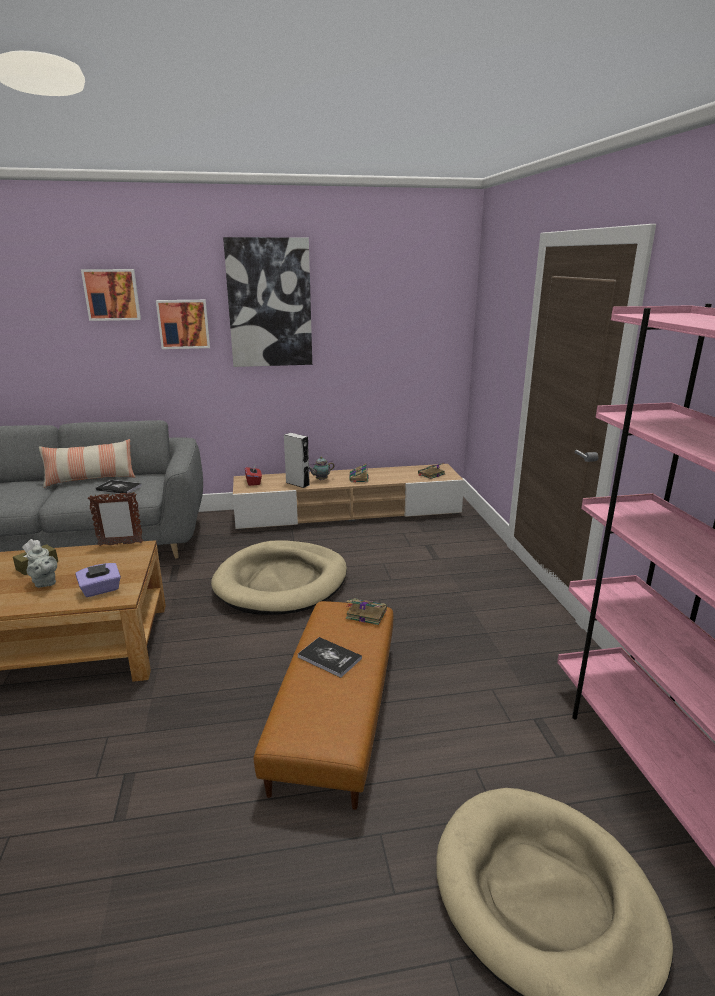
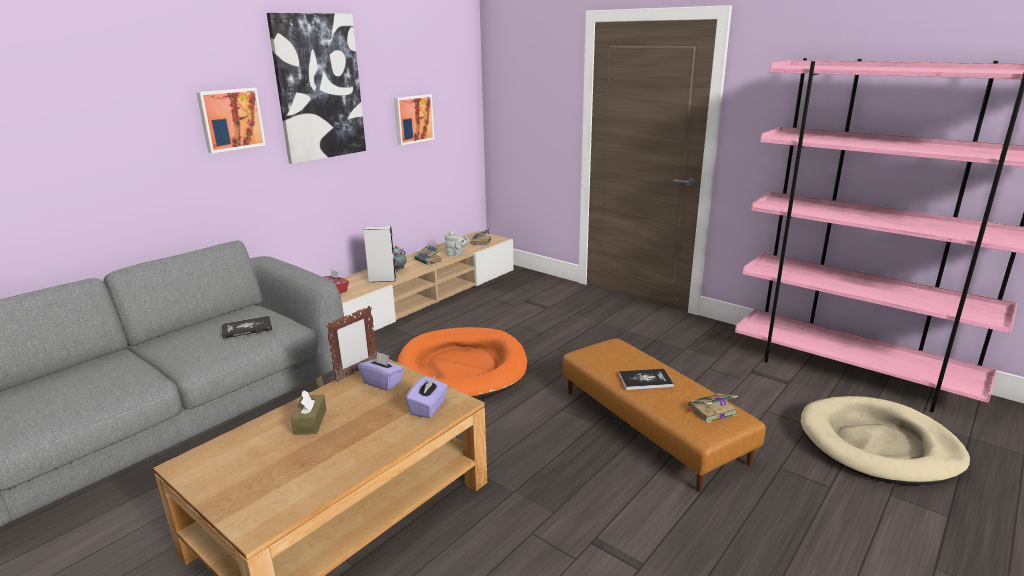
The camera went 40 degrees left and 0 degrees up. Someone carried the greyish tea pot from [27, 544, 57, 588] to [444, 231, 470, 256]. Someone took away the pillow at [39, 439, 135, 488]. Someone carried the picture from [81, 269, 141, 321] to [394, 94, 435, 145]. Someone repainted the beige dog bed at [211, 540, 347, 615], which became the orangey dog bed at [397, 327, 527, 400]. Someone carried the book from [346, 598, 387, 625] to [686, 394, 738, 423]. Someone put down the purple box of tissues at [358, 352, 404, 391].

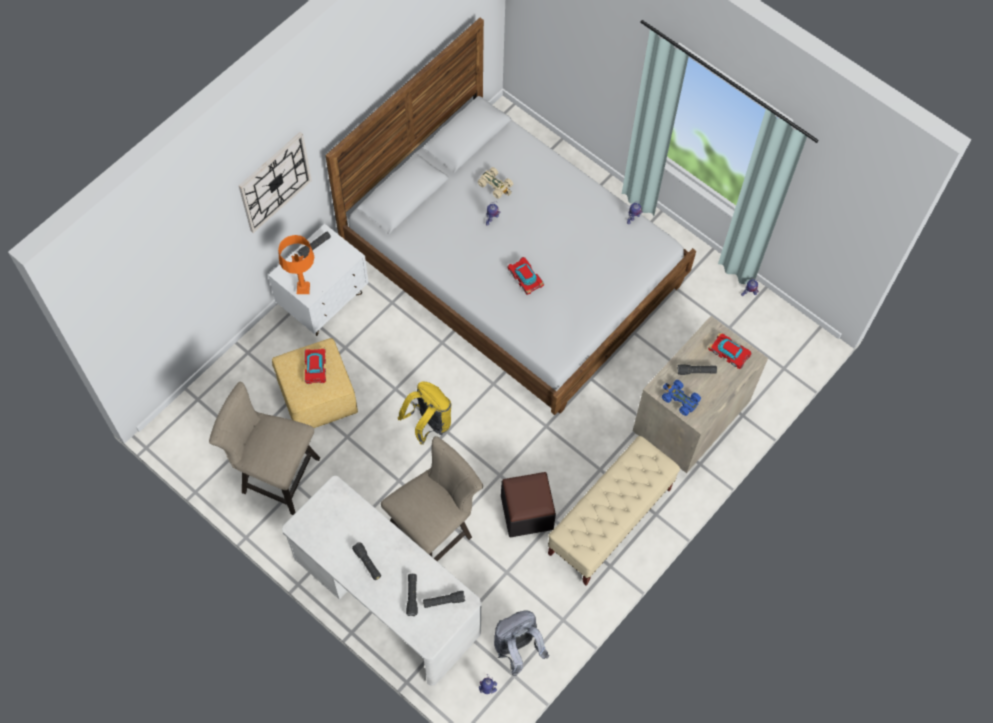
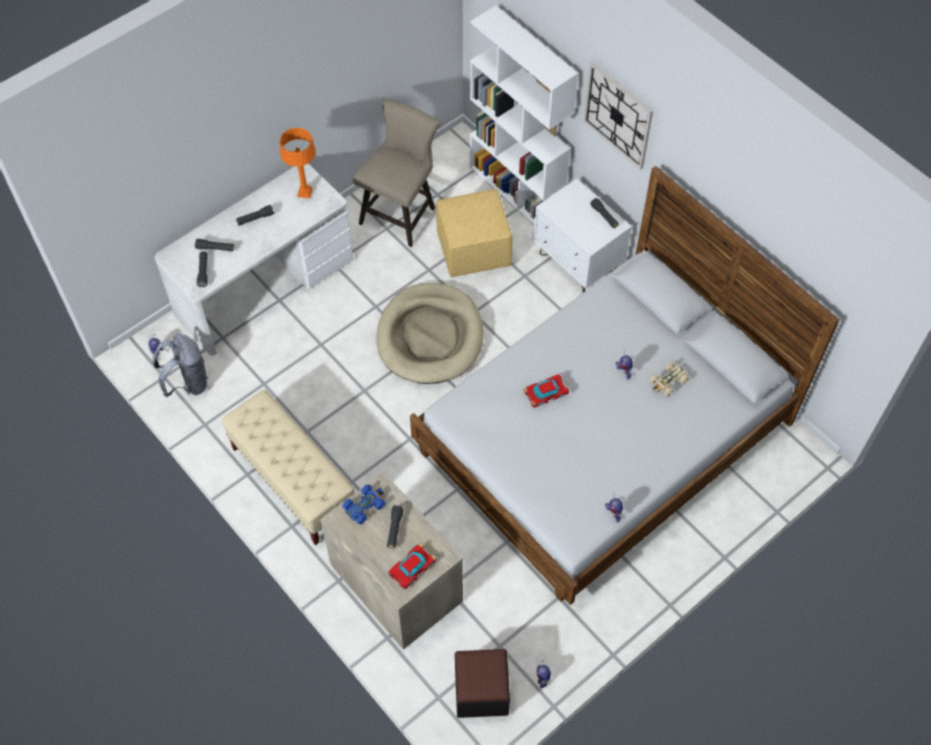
The camera went 100 degrees right and 5 degrees down. Someone carried the orangey table lamp from [278, 235, 314, 294] to [280, 128, 316, 199]. Someone took away the miniature car at [304, 347, 326, 384]. Someone took away the beige sitting stool at [381, 436, 483, 561]. Someone swapped the yellowish rucksack at [398, 382, 451, 445] for the beige dog bed at [376, 283, 484, 384]. Someone carried the black-coloured pouffe from [501, 472, 556, 537] to [455, 649, 510, 718]. Someone put down the white-coloured bookshelf at [470, 6, 578, 225].

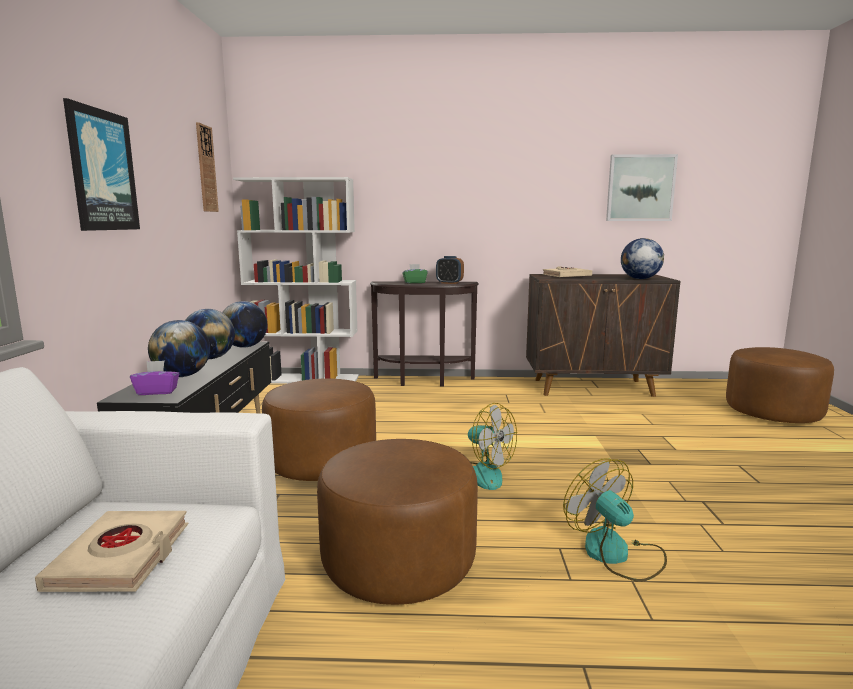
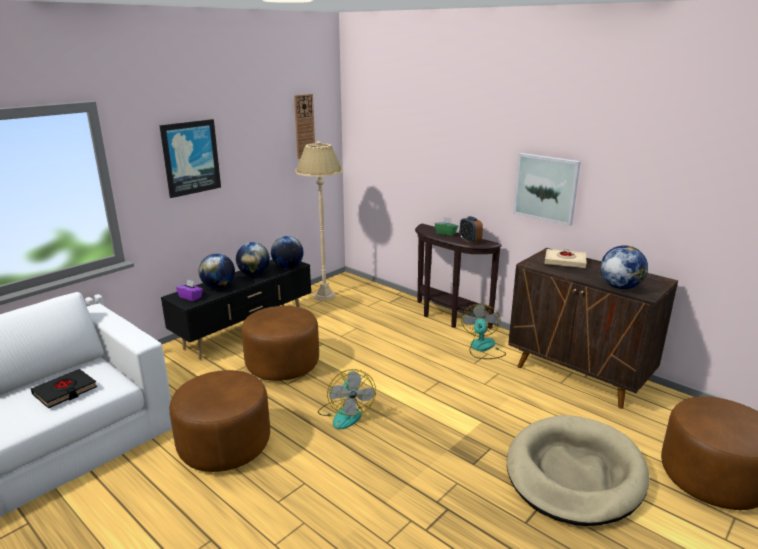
The camera went 40 degrees right and 10 degrees up. Someone repainted the beige book at [35, 511, 188, 592], which became the black-coloured book at [31, 369, 97, 409]. Someone took away the white-coloured bookshelf at [233, 177, 359, 384]. Someone carried the fan from [563, 459, 667, 582] to [461, 304, 506, 359]. Someone carried the picture from [606, 154, 678, 221] to [513, 153, 581, 226]. Someone put down the beige standard lamp at [295, 141, 343, 301]. Someone put down the beige dog bed at [507, 415, 650, 526].

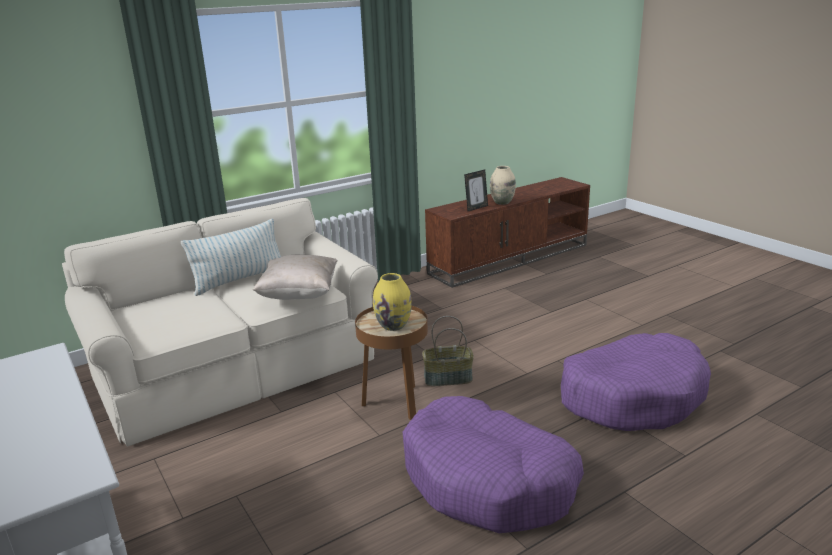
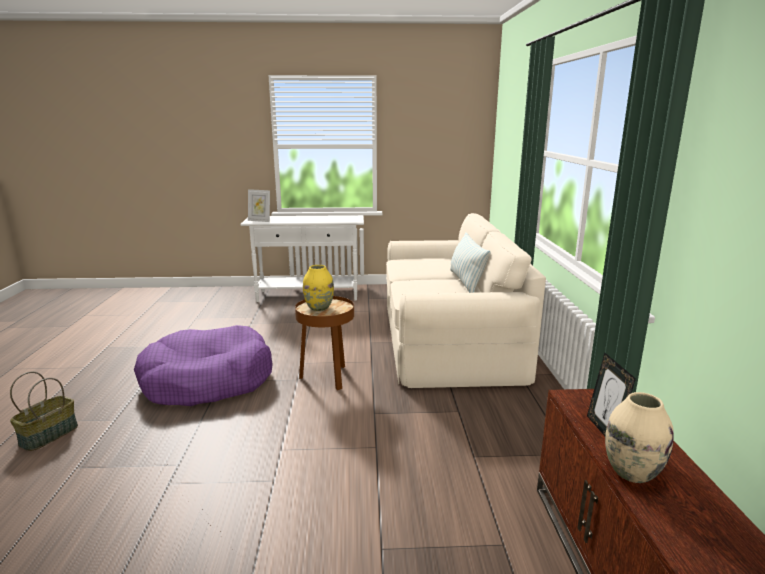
The camera went 120 degrees right and 5 degrees down. Someone took away the beige pillow at [252, 255, 338, 300]. Someone carried the basket from [422, 316, 474, 386] to [10, 372, 78, 451]. Someone took away the purple dog bed at [561, 333, 711, 431]. Someone put down the photo frame at [248, 189, 270, 222].

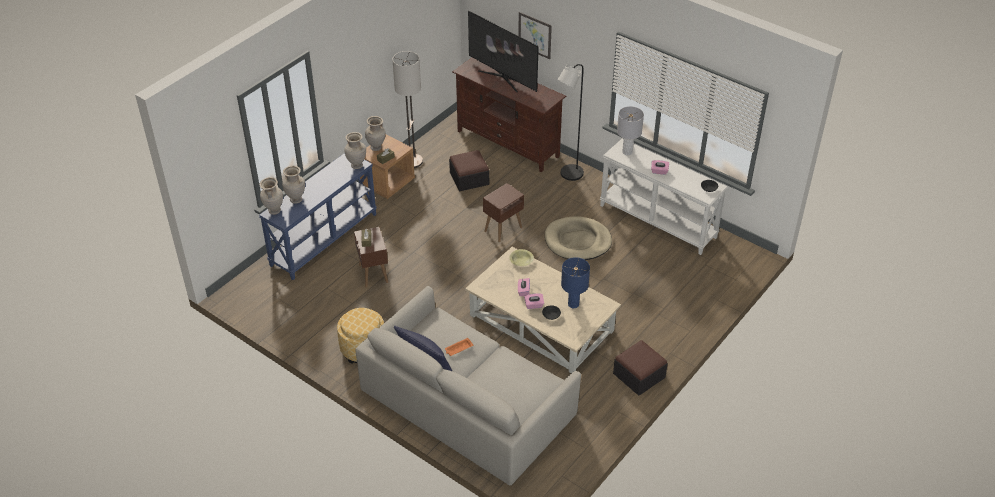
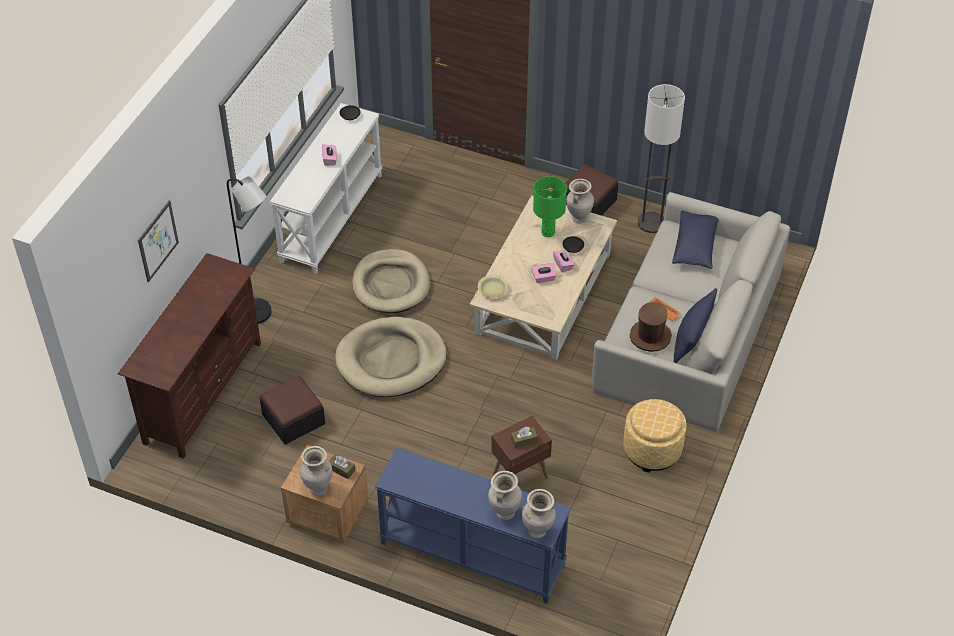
The camera went 105 degrees left and 5 degrees up. Someone carried the beige decorative vase from [344, 132, 366, 169] to [566, 179, 594, 224]. Someone carried the standard lamp from [392, 51, 423, 168] to [638, 84, 685, 233]. Someone took away the TV at [468, 11, 539, 92]. Someone swapped the brown-coloured side table at [483, 183, 524, 242] for the beige dog bed at [335, 317, 447, 397]. Someone repainted the blue table lamp at [561, 257, 590, 309], which became the green table lamp at [533, 176, 567, 237]. Someone took away the greyish table lamp at [617, 106, 644, 155]. Someone put down the brown-coloured wearable hat at [630, 302, 672, 352]. Someone put down the blue pillow at [672, 211, 719, 269].

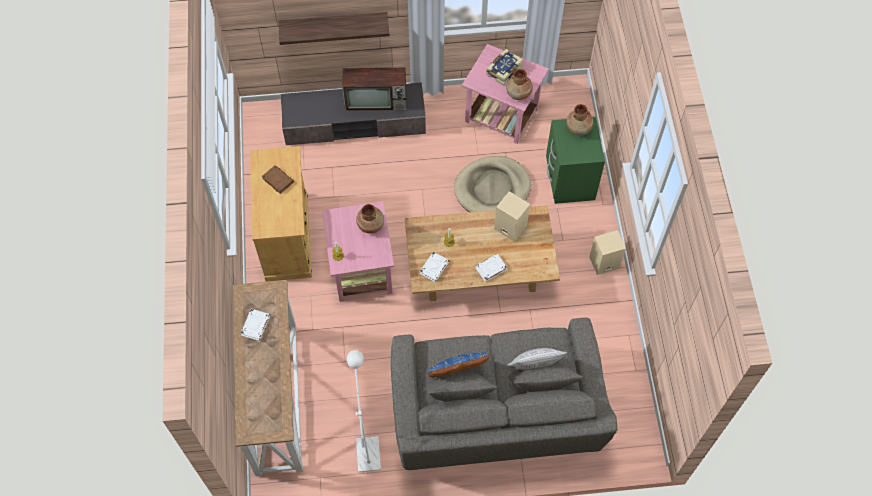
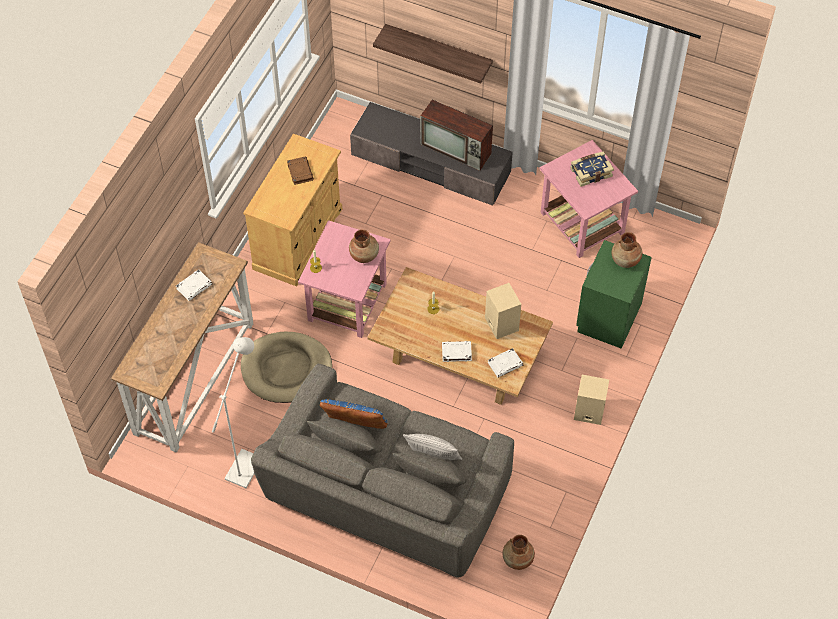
The camera went 30 degrees right and 5 degrees down. Someone carried the white-coloured book from [420, 252, 449, 282] to [488, 348, 523, 378]. Someone carried the beige dog bed from [454, 156, 531, 212] to [241, 332, 332, 403]. Someone carried the brown-coloured decorative vase from [506, 69, 533, 100] to [502, 535, 535, 570].

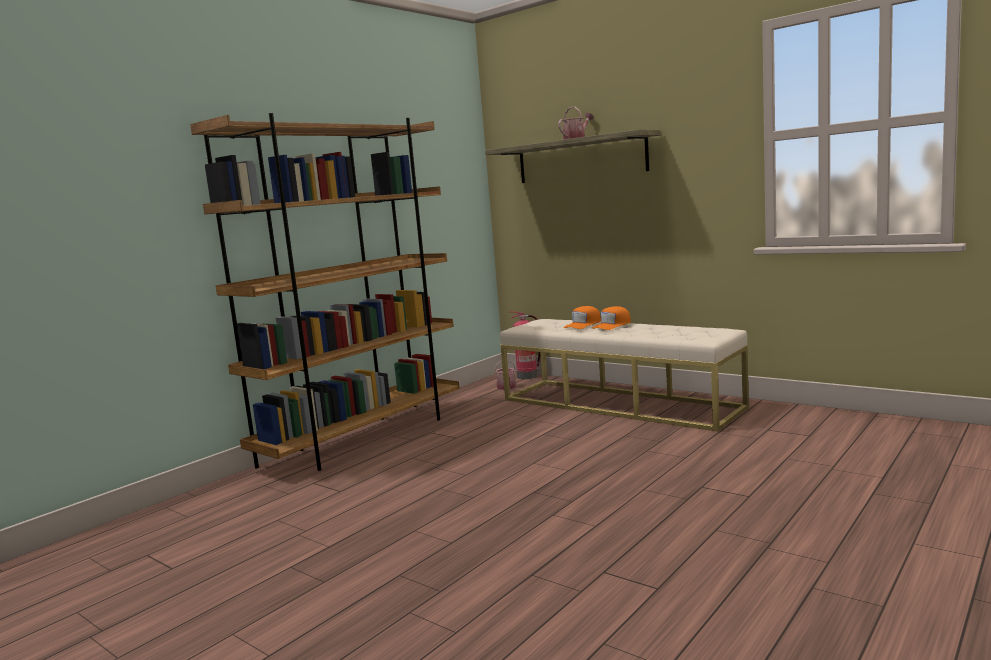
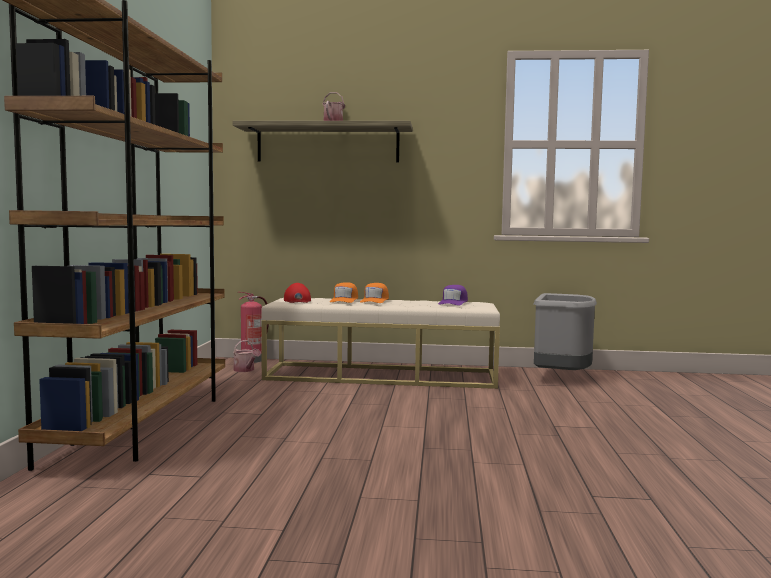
The camera went 35 degrees left and 5 degrees down. Someone put down the red cap at [284, 283, 311, 303]. Someone put down the purple cap at [438, 285, 468, 305]. Someone put down the greyish rubbish bin at [533, 293, 597, 370].

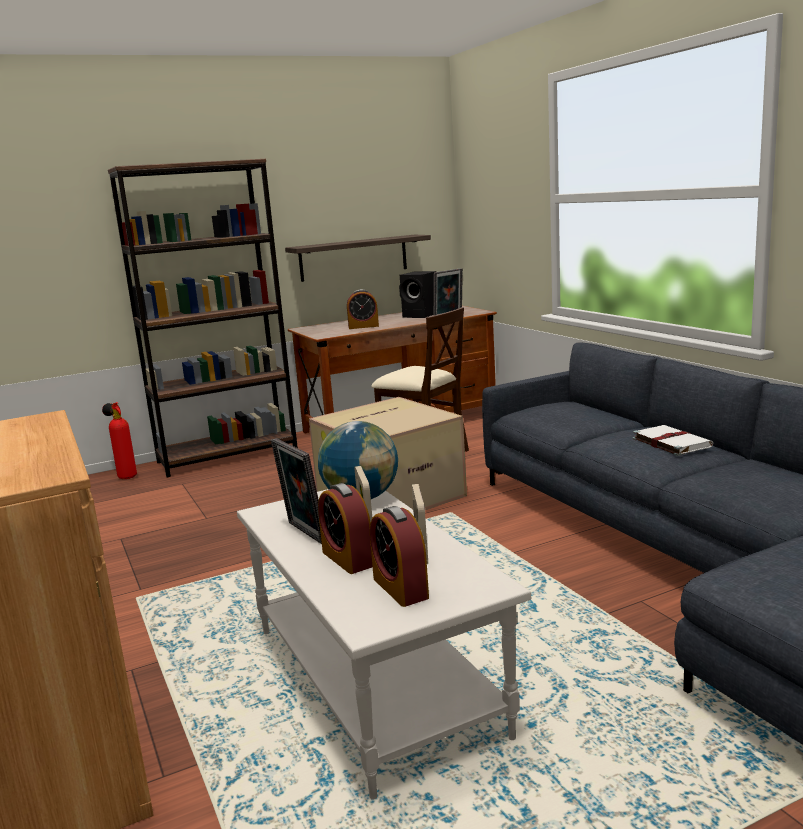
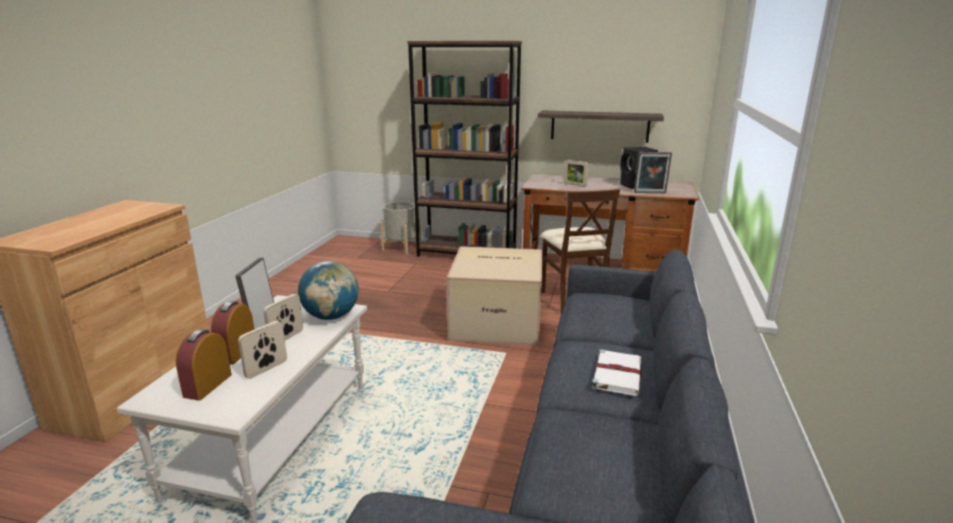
The camera went 40 degrees right and 5 degrees up. Someone swapped the fire-fighting cylinder at [102, 402, 137, 479] for the greyish flower pot at [380, 202, 421, 254]. Someone swapped the bedside clock at [347, 289, 379, 329] for the photo frame at [563, 160, 588, 187].

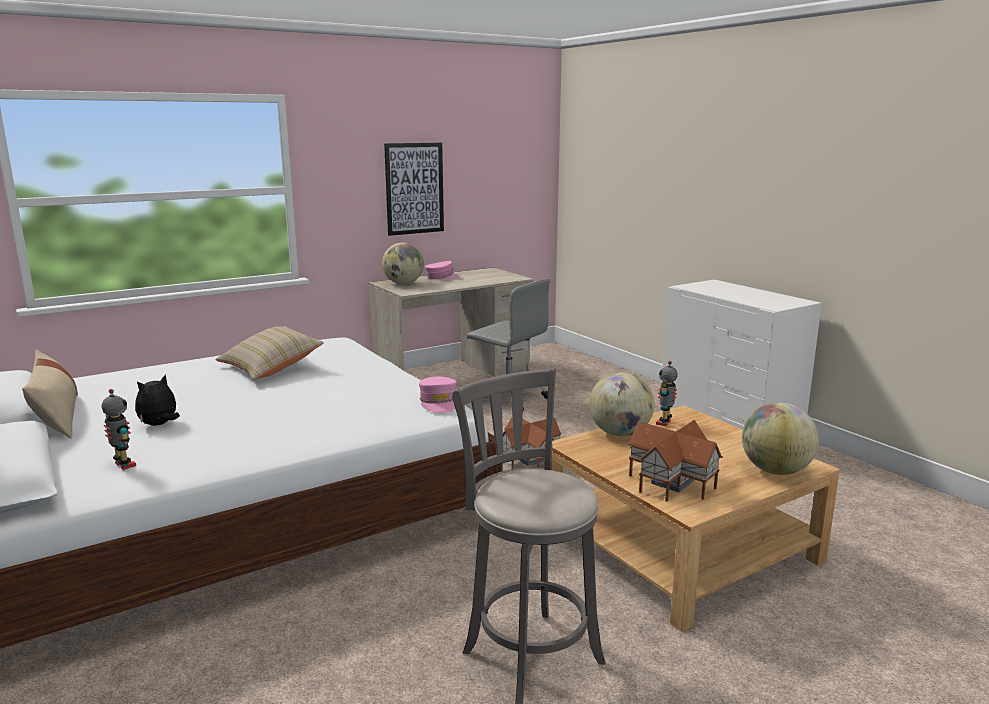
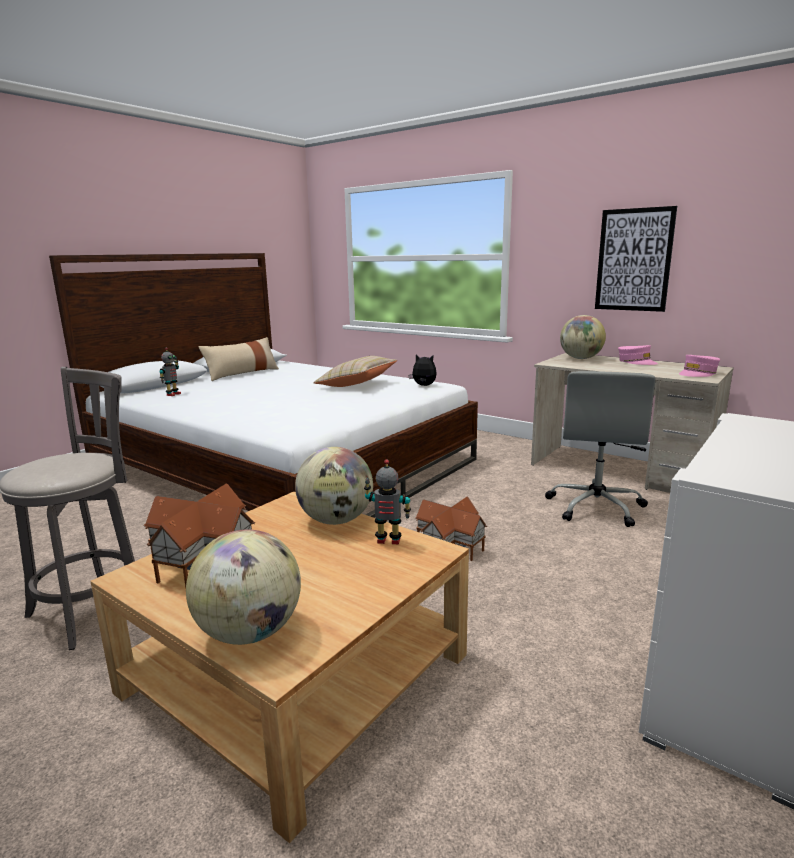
The camera went 70 degrees right and 0 degrees up. Someone carried the plush toy from [135, 375, 180, 426] to [409, 355, 437, 386]. Someone carried the pink-coloured cap from [419, 377, 456, 413] to [679, 355, 720, 377].

